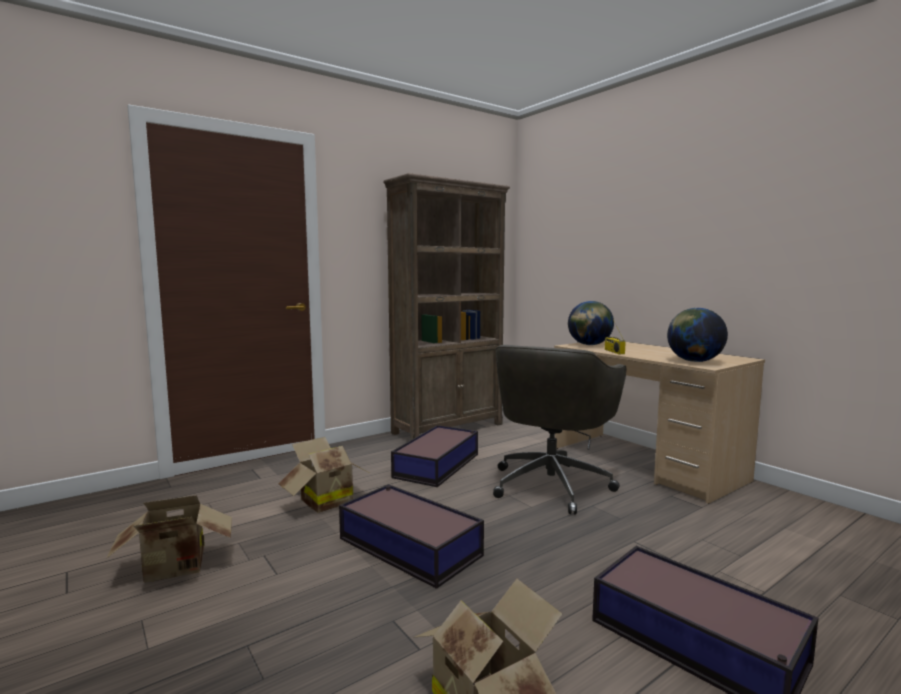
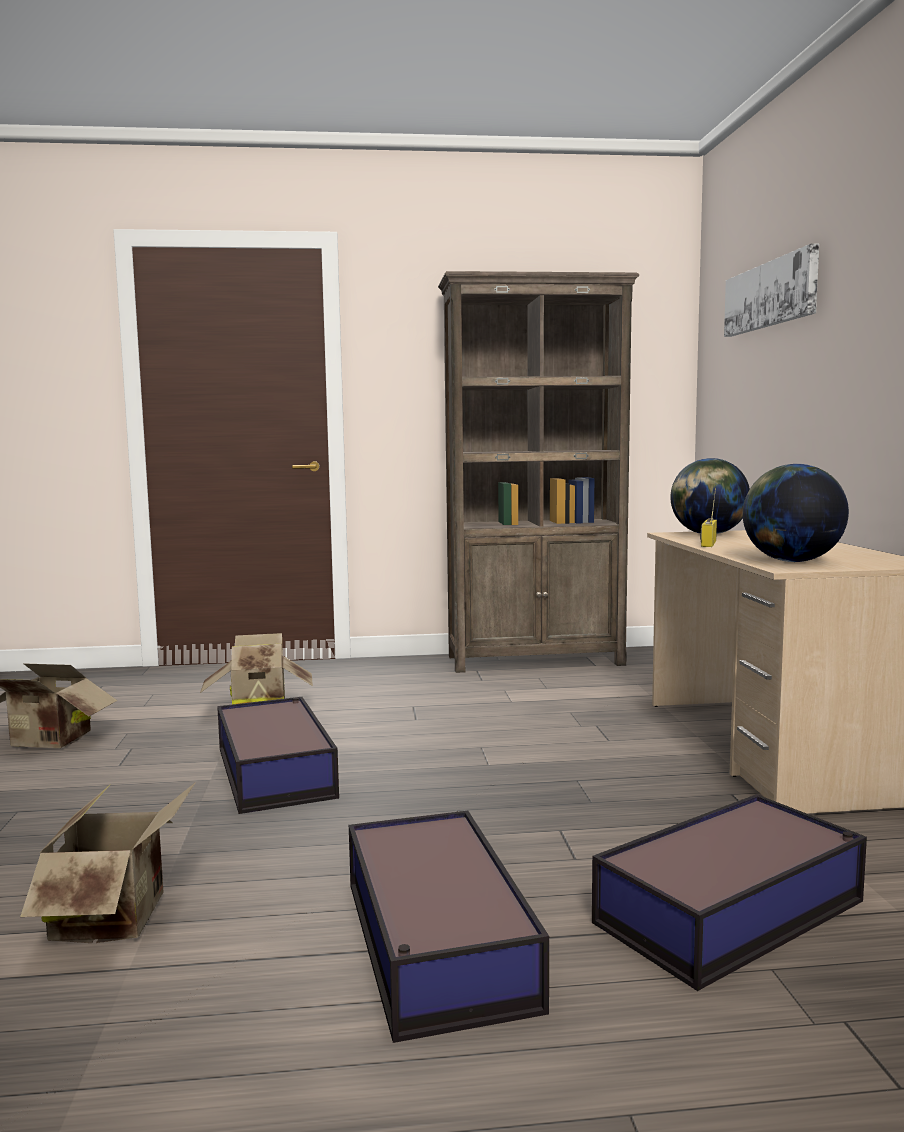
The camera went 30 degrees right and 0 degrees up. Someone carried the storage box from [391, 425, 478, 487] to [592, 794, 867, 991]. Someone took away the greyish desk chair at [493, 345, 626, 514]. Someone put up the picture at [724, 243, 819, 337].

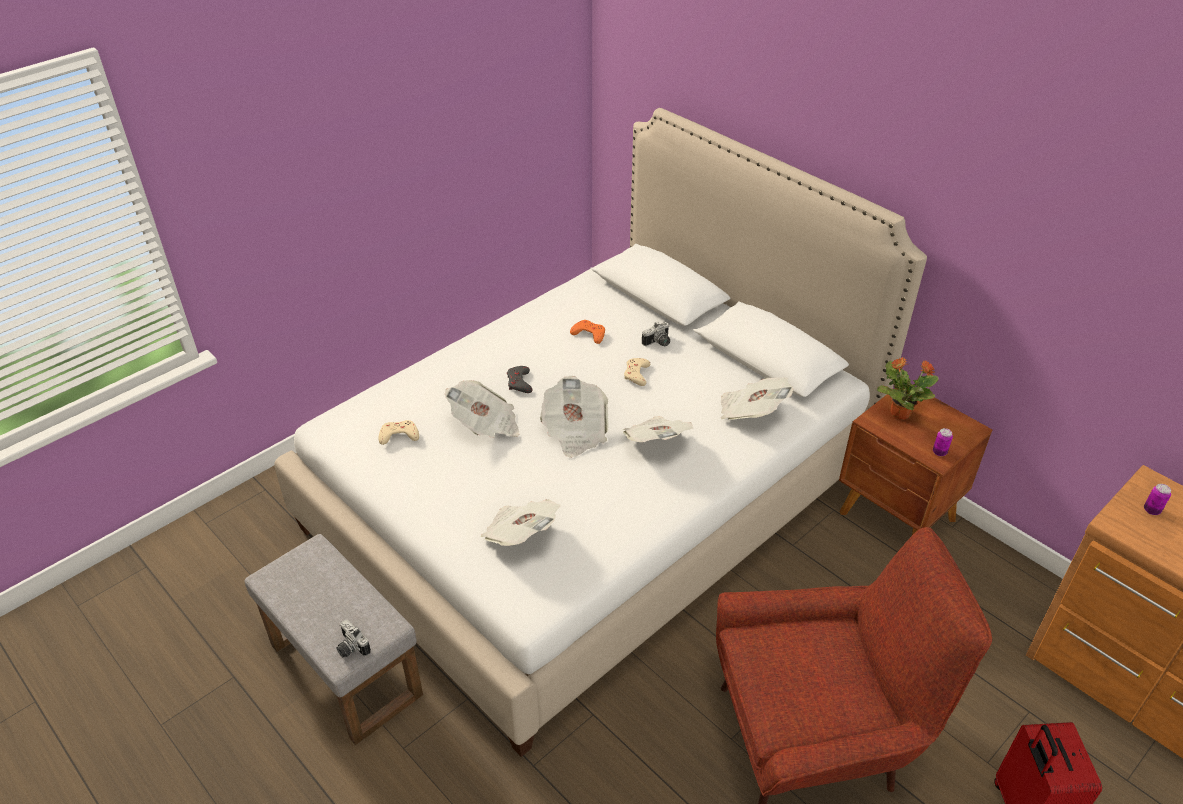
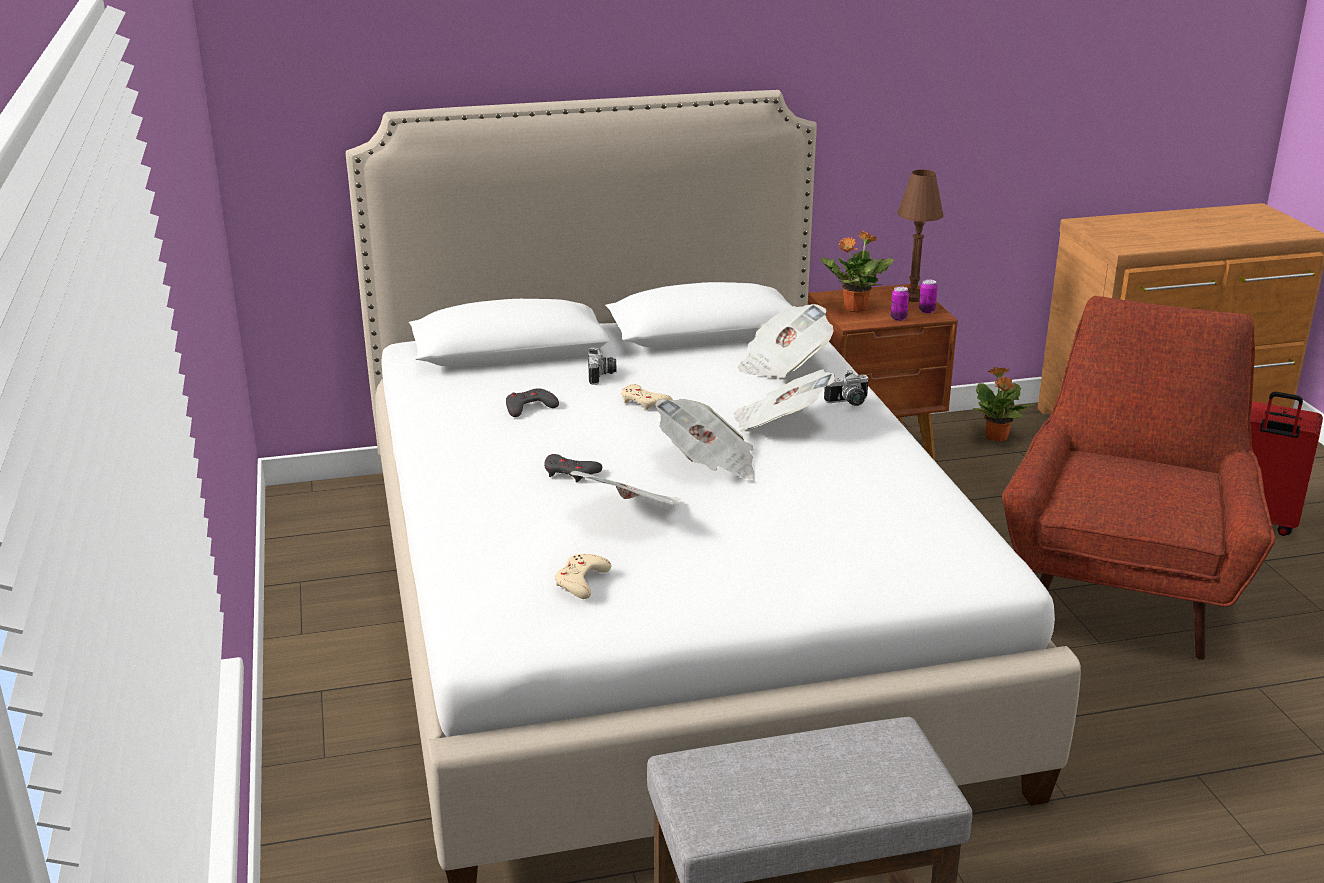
The camera went 60 degrees left and 15 degrees down. Someone carried the still camera from [336, 619, 371, 658] to [824, 370, 869, 406]. Someone took away the newspaper at [480, 499, 561, 546]. Someone repainted the orangey game controller at [570, 320, 605, 344], which became the greyish game controller at [506, 388, 559, 417]. Someone carried the can from [1144, 484, 1171, 515] to [891, 286, 909, 321]. Someone put down the brown-coloured table lamp at [897, 170, 944, 302]. Someone put down the potted plant at [973, 367, 1034, 441].

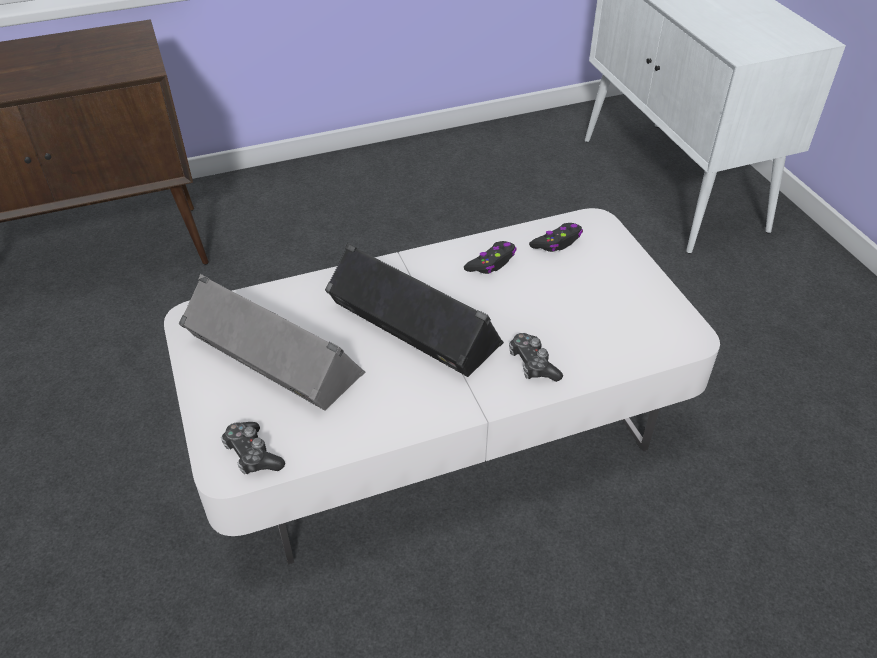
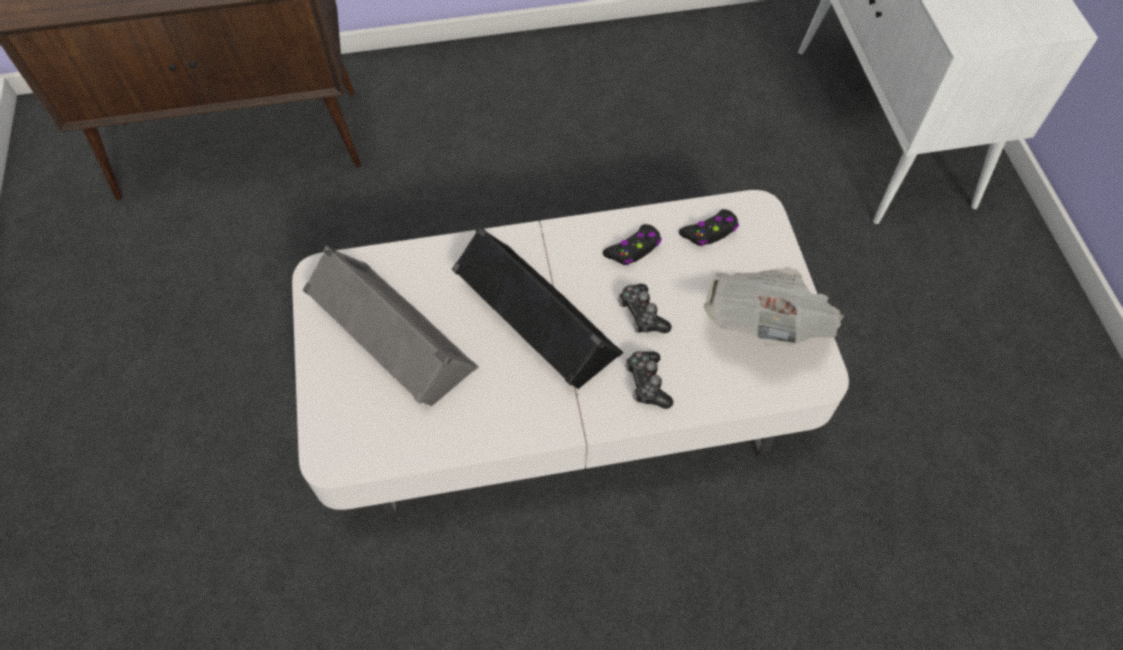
The camera went 10 degrees right and 15 degrees up. Someone carried the game controller from [221, 422, 285, 474] to [618, 284, 672, 333]. Someone put down the newspaper at [703, 267, 844, 346].

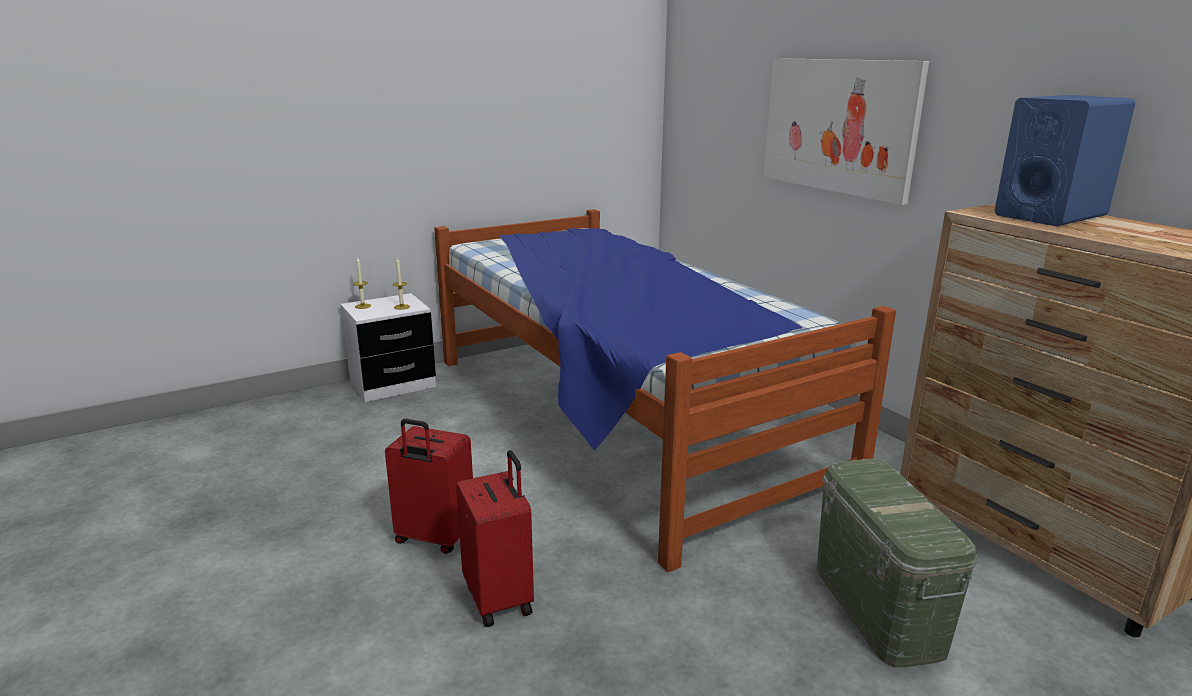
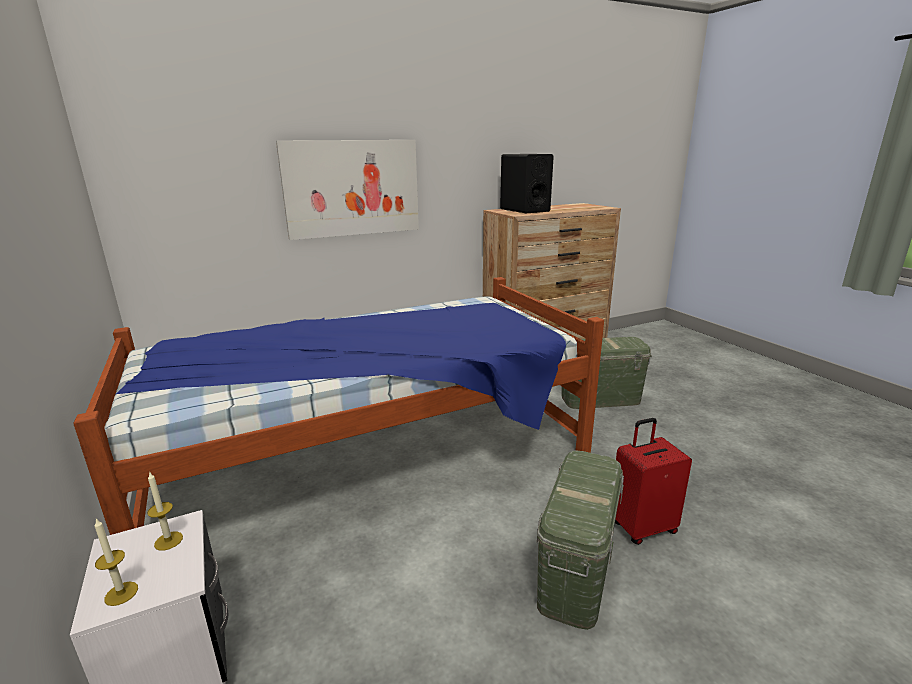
The camera went 85 degrees left and 0 degrees up. Someone swapped the red piece of luggage at [385, 419, 473, 554] for the green storage box at [537, 450, 624, 630]. Someone repainted the blue audio speaker at [995, 95, 1135, 226], which became the black-coloured audio speaker at [500, 154, 554, 213].

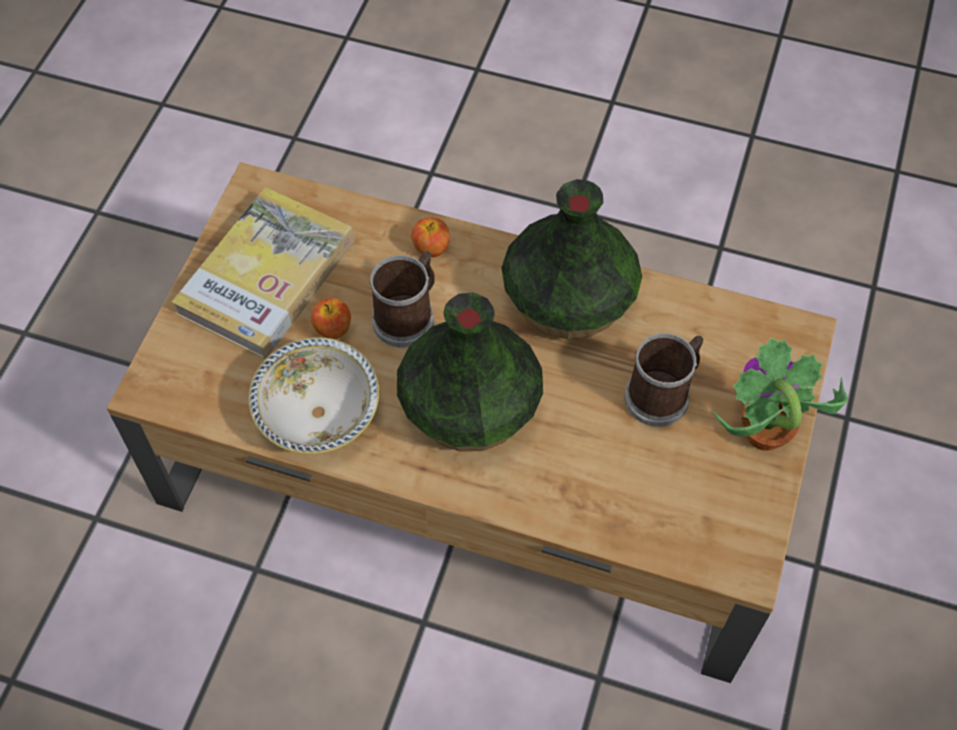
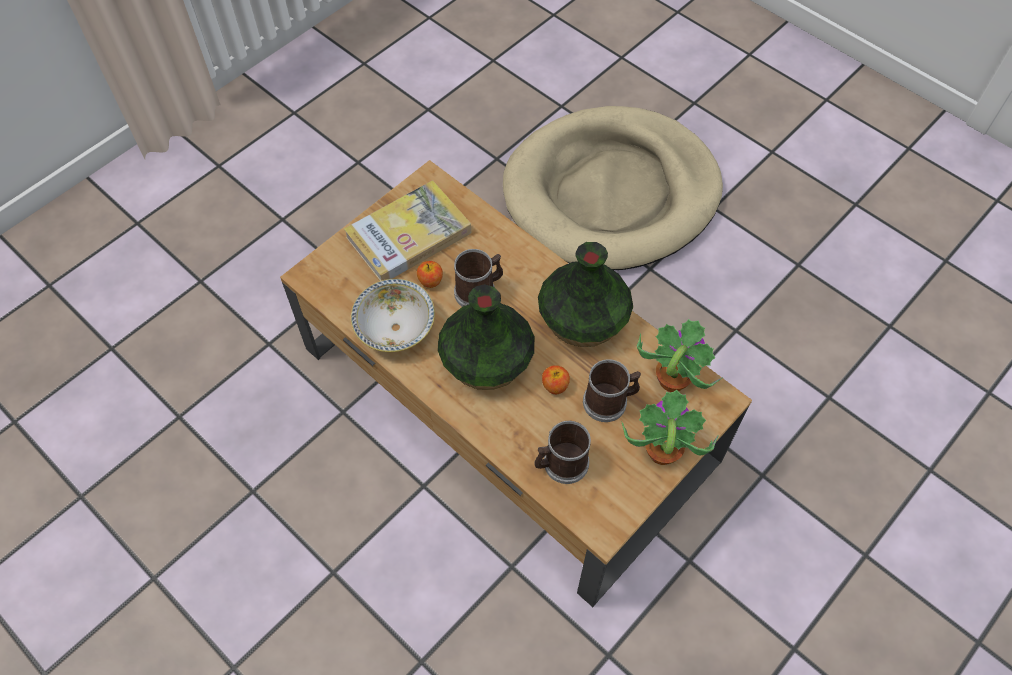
The camera went 25 degrees right and 0 degrees up. Someone carried the whole apple from [411, 217, 450, 257] to [542, 365, 570, 394]. Someone put down the beige dog bed at [503, 106, 723, 270]. Someone put down the tea mug at [534, 421, 591, 484]. Someone put down the potted plant at [637, 319, 723, 392].

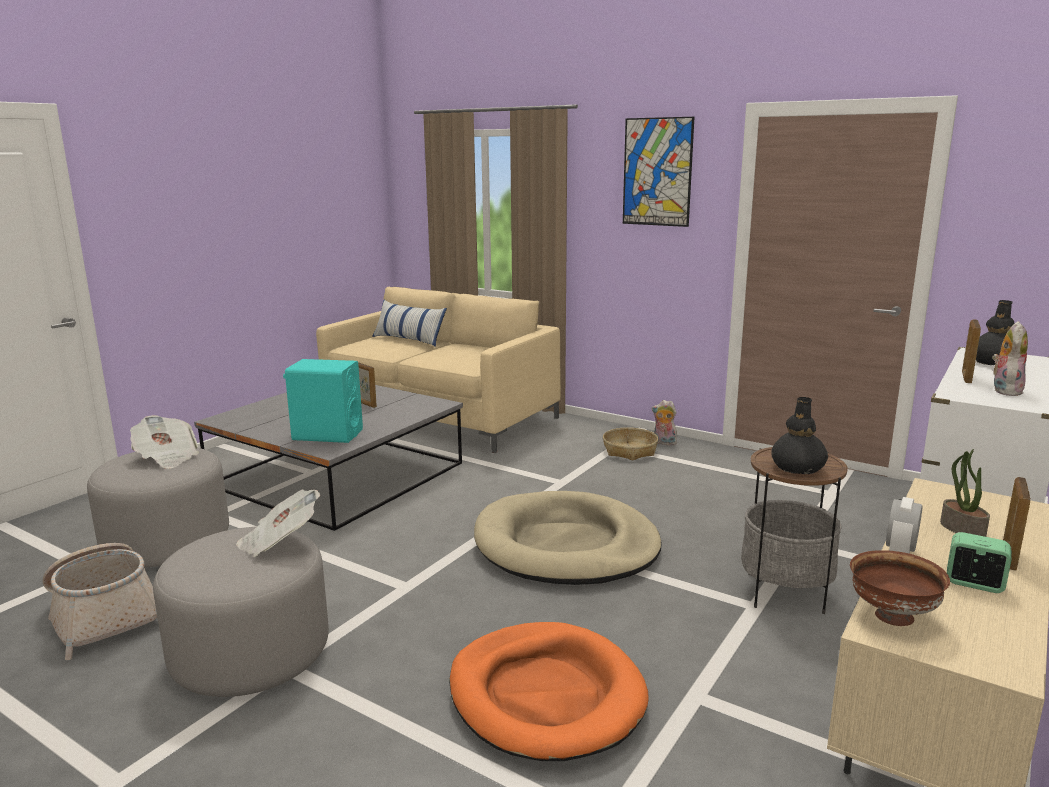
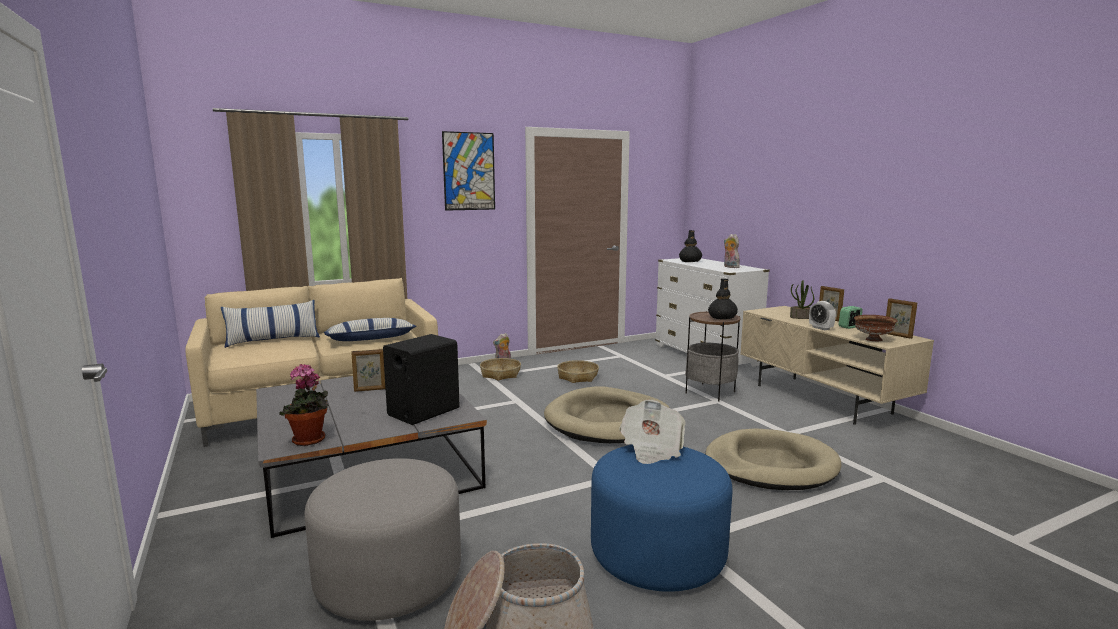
The camera went 60 degrees left and 5 degrees down. Someone took away the newspaper at [130, 415, 199, 469]. Someone repainted the greyish pouffe at [153, 527, 329, 697], which became the blue pouffe at [591, 445, 732, 592]. Someone repainted the turquoise-coloured audio speaker at [283, 359, 363, 443], which became the black-coloured audio speaker at [383, 334, 460, 425]. Someone repainted the orangey dog bed at [449, 622, 649, 761], which became the beige dog bed at [705, 429, 841, 490]. Someone carried the photo frame from [962, 320, 981, 383] to [886, 298, 917, 339]. Someone put down the potted plant at [279, 364, 328, 446]. Someone put down the pillow at [324, 318, 417, 341]. Someone put down the basket at [557, 360, 599, 383].

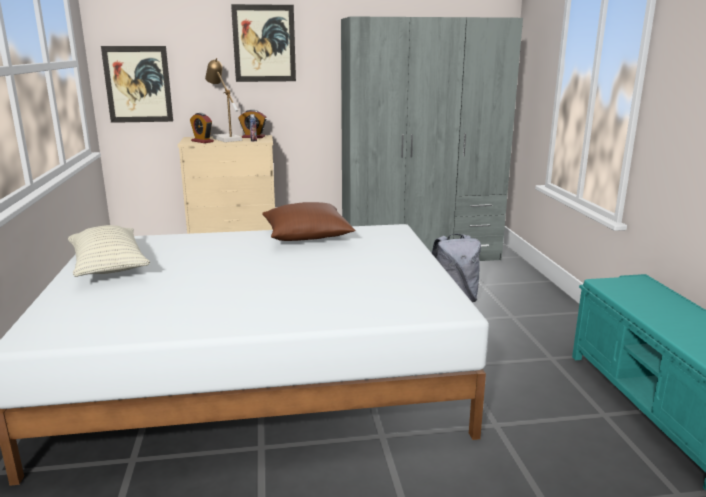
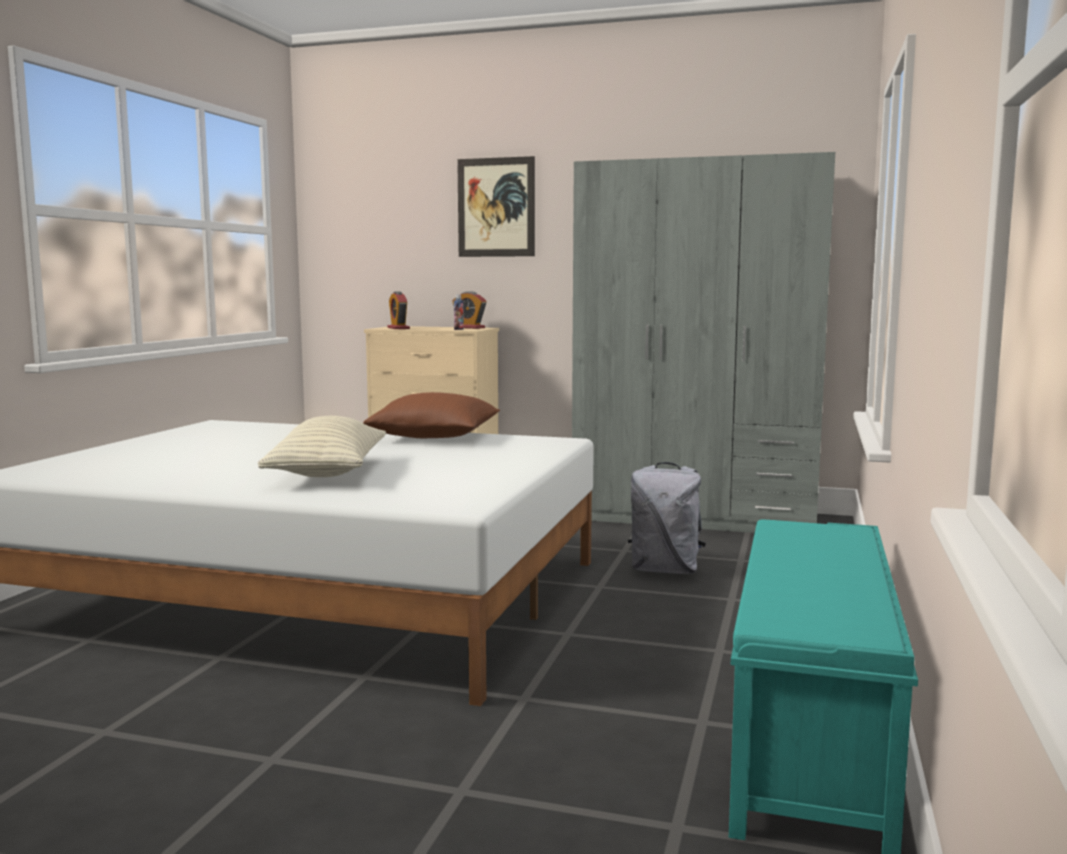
The camera went 25 degrees right and 10 degrees down. Someone carried the pillow from [68, 225, 150, 277] to [258, 416, 386, 477]. Someone took away the picture at [101, 46, 173, 123]. Someone took away the table lamp at [205, 58, 242, 142].

